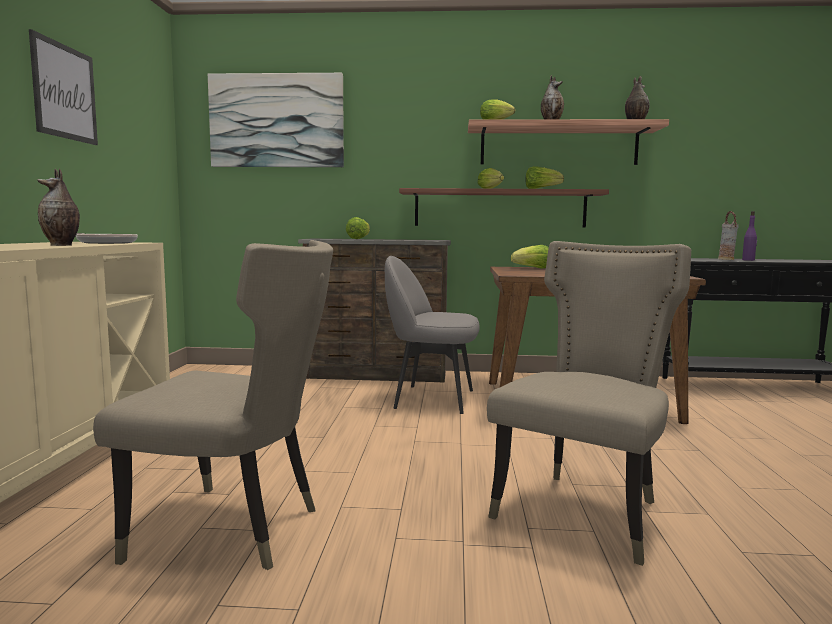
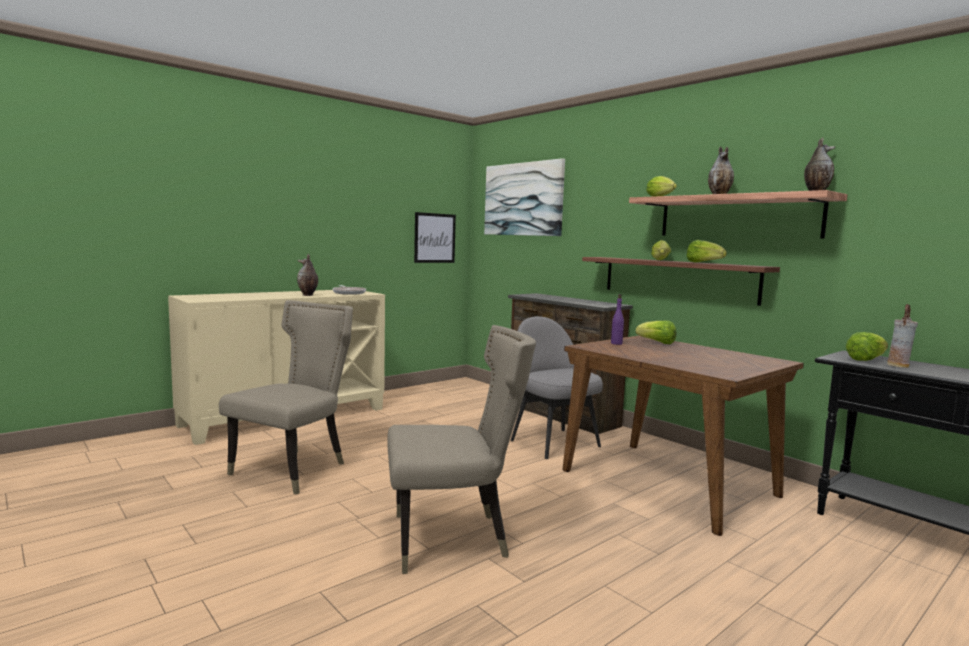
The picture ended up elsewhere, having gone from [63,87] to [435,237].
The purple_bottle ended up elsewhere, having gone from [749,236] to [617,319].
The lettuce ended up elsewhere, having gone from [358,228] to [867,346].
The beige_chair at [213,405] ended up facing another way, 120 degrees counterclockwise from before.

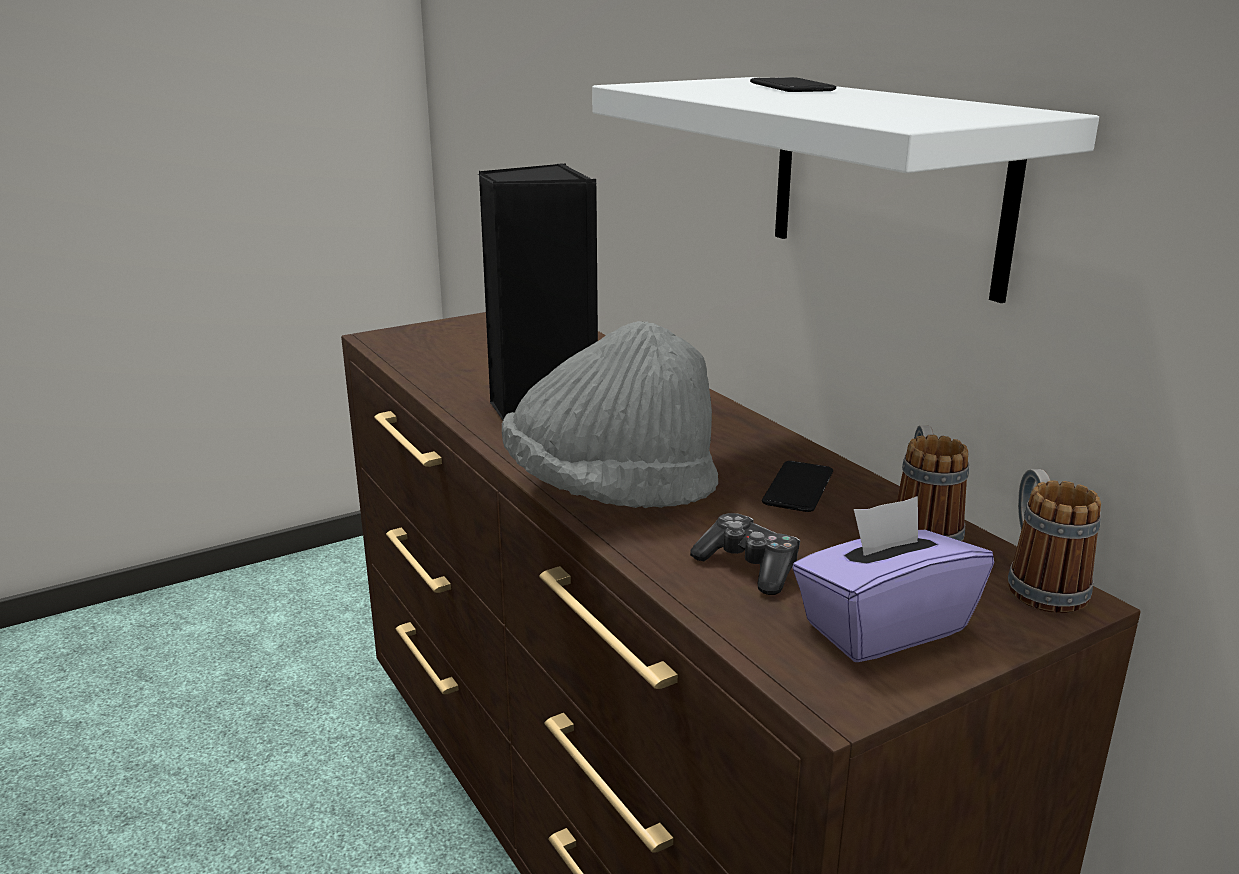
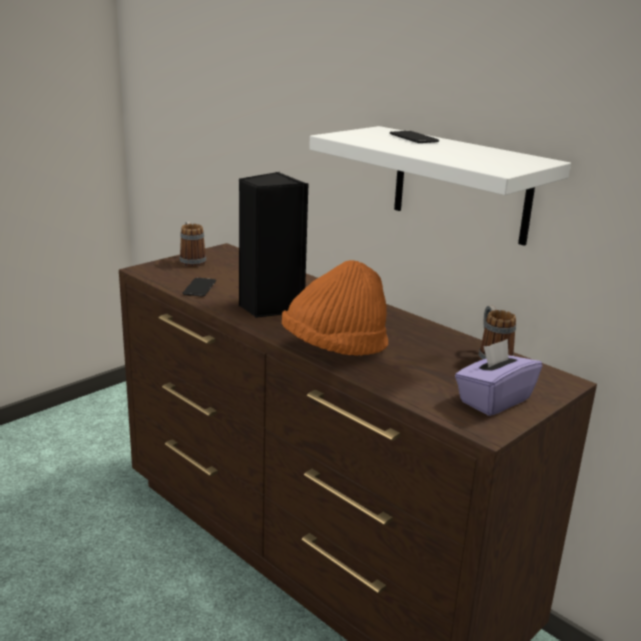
What was the grey_hat at [610,414] turned into the orange_hat at [335,308].
The phone ended up elsewhere, having gone from [797,486] to [199,287].
The mug ended up elsewhere, having gone from [1054,541] to [192,244].
The second view lost the game_controller at [745,554].

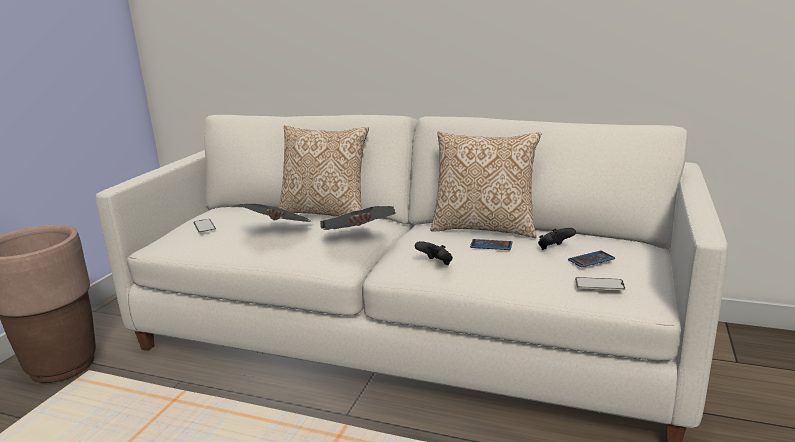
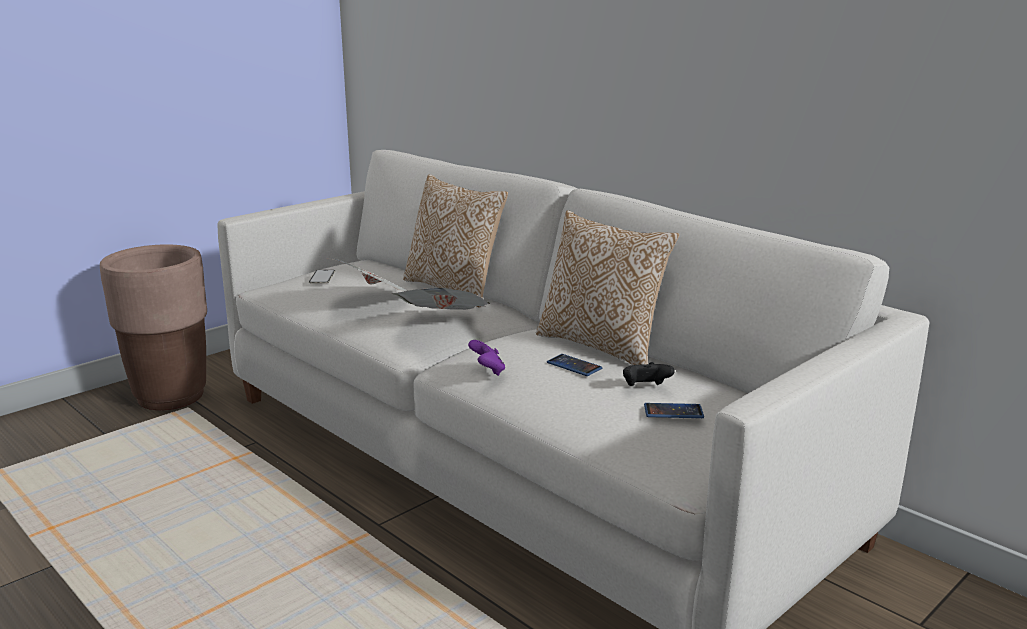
What was the black_game_controller at [434,253] turned into the purple_game_controller at [486,358].
The second view lost the phone at [600,283].

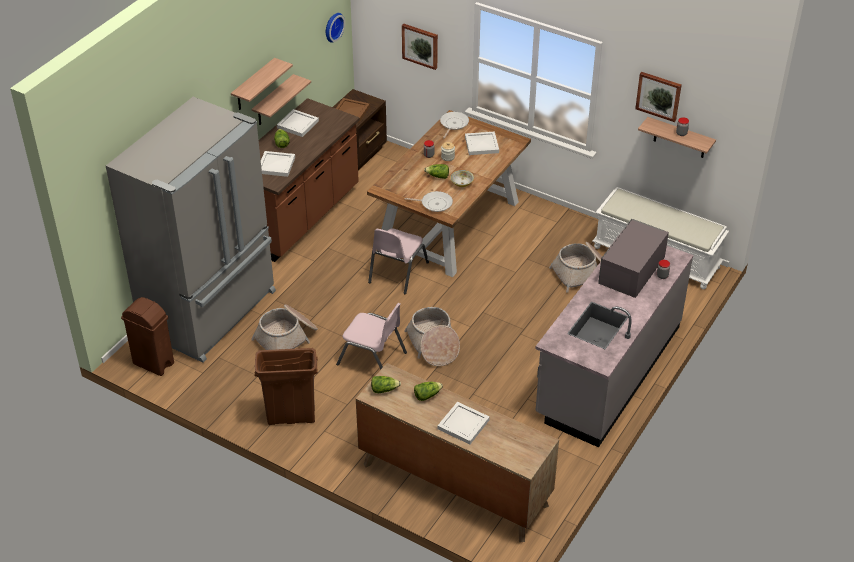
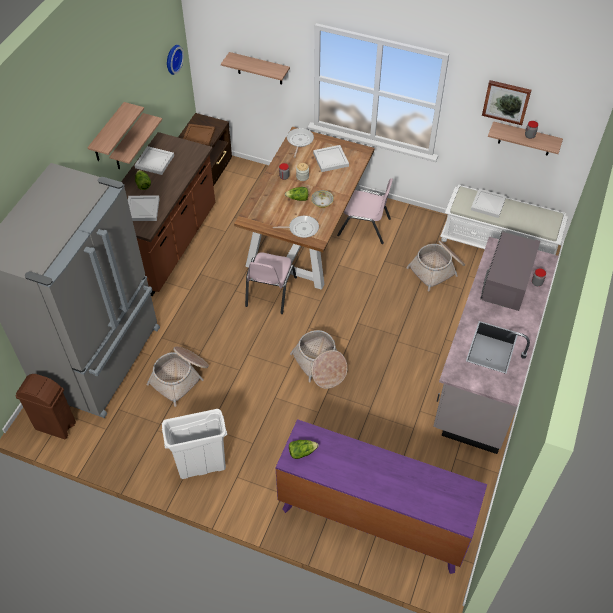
Where the picture hung at [420,47], the shelf came to hang at [255,68].
The pink_chair ended up elsewhere, having gone from [371,336] to [365,211].
What was the brown_trash_can at [286,386] turned into the white_trash_can at [195,444].
What was the brown_dresser at [457,452] turned into the purple_dresser at [381,496].
The second view lost the lettuce at [428,391].
The white_tray ended up elsewhere, having gone from [464,423] to [488,203].

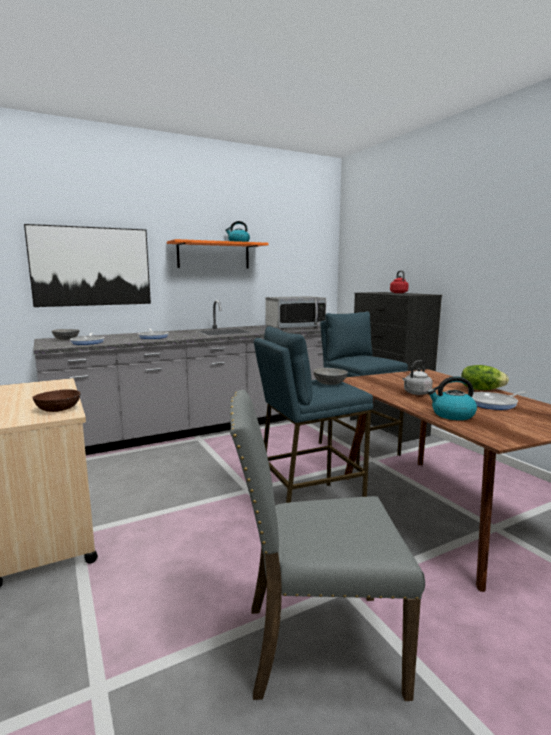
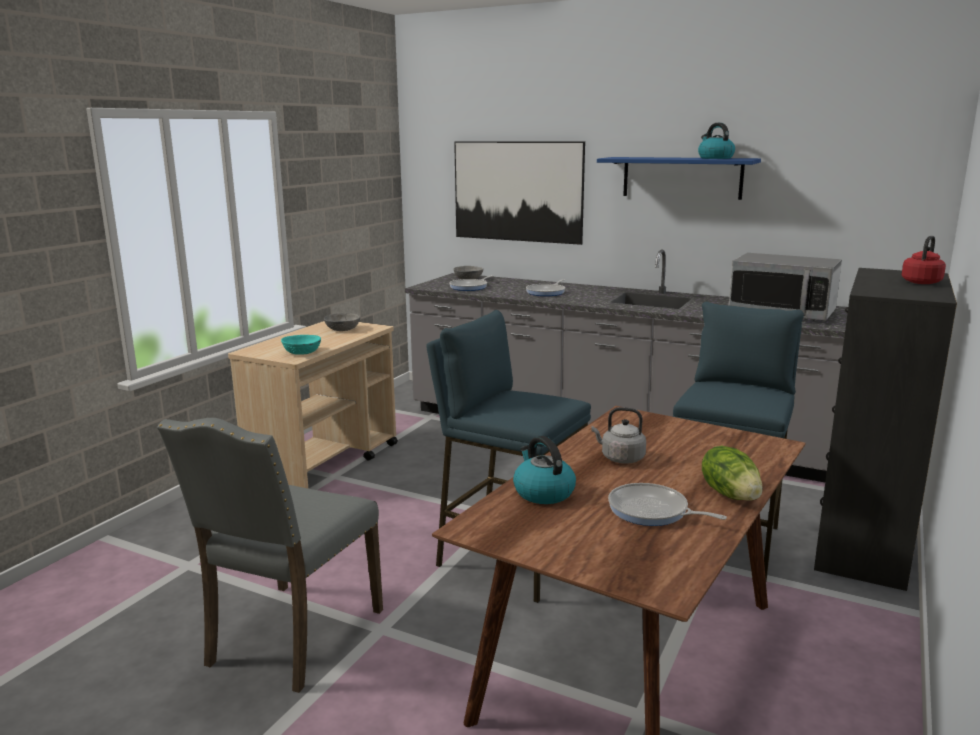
What was the orange_shelf at [218,253] turned into the blue_shelf at [679,178].
The grey_bowl ended up elsewhere, having gone from [330,376] to [342,322].
What was the brown_bowl at [56,400] turned into the turquoise_bowl at [301,345].
The grey_chair at [327,545] ended up facing another way, 120 degrees counterclockwise from before.

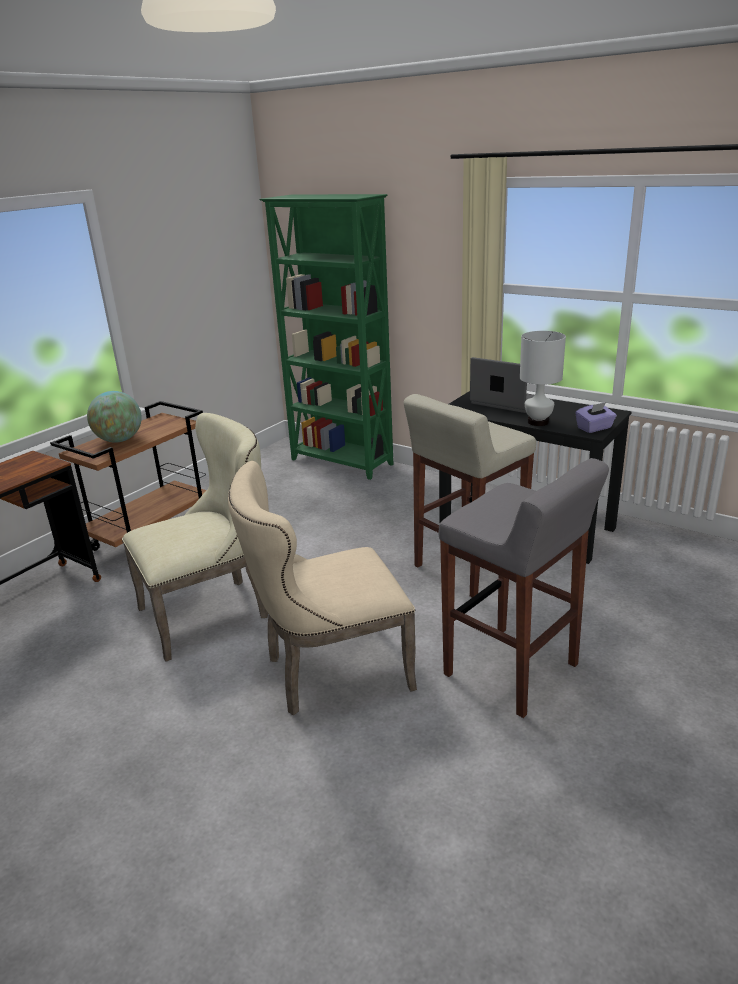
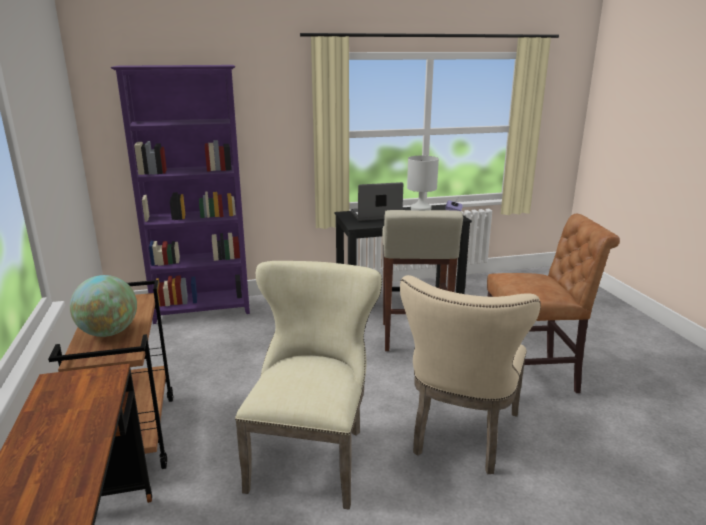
What was the green_bookcase at [326,337] turned into the purple_bookcase at [180,194].
Where the grey_stool stood at [524,588], the brown_chair came to stand at [553,303].

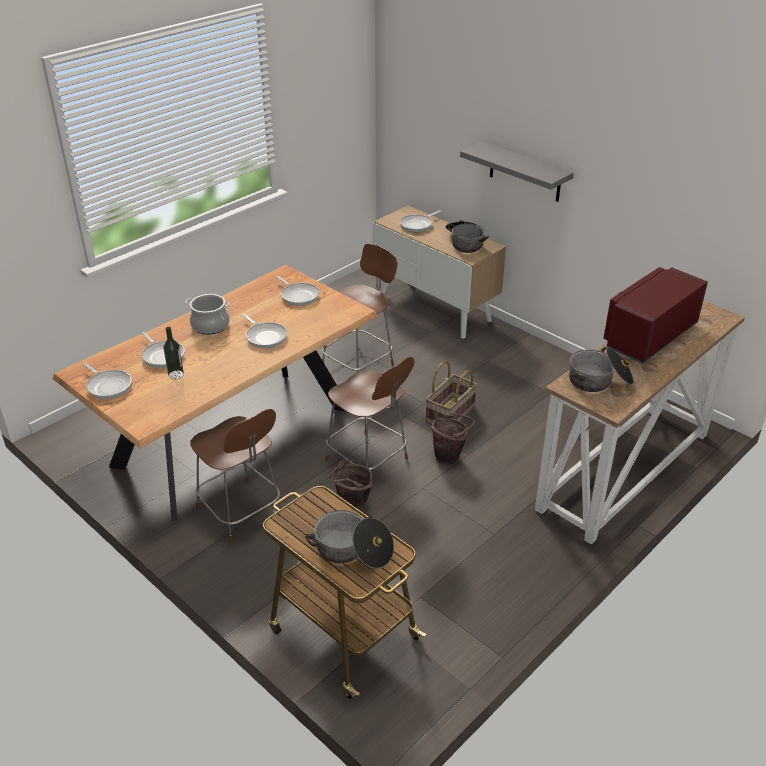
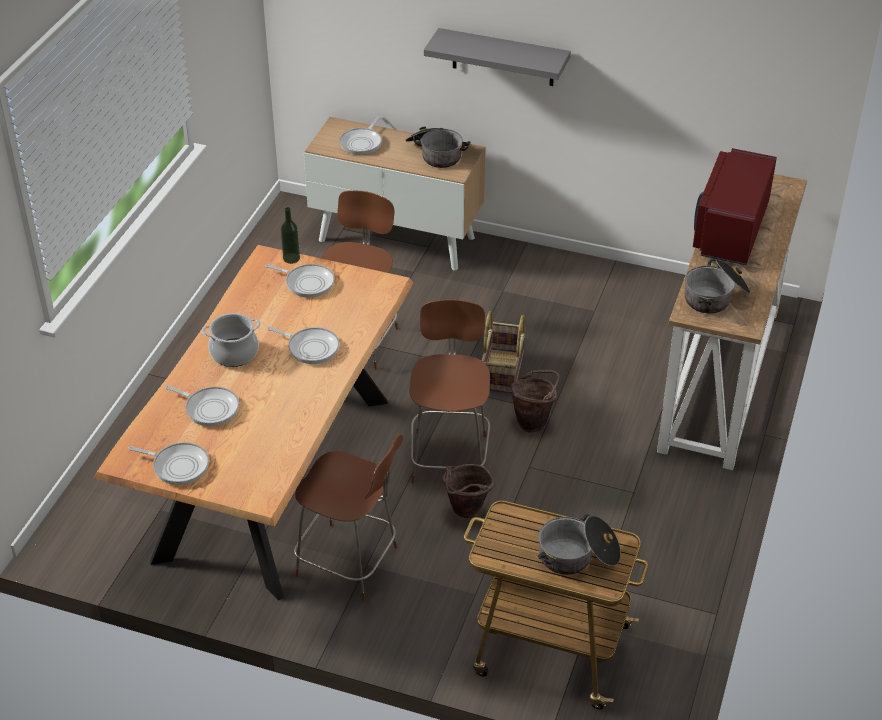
The bottle ended up elsewhere, having gone from [174,353] to [290,235].
The brown_chair at [370,413] ended up facing another way, 105 degrees counterclockwise from before.

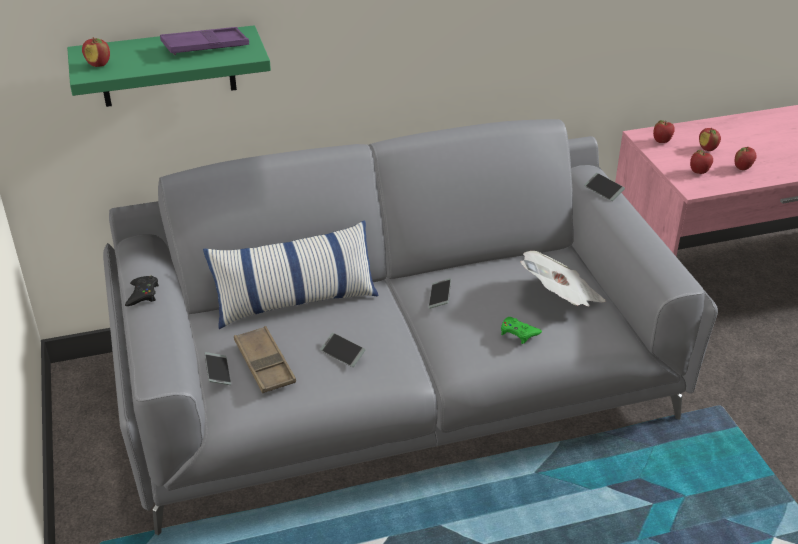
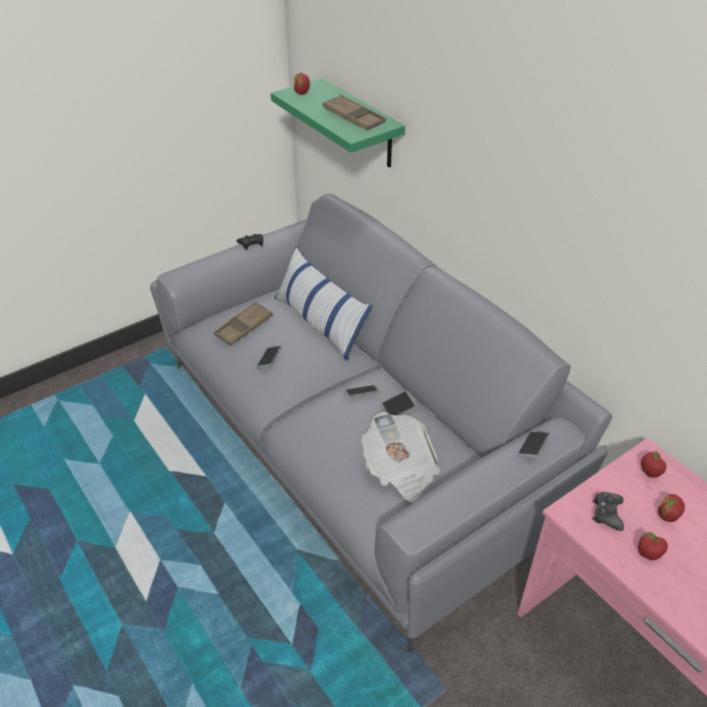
What was the purple_tray at [204,41] turned into the brown_tray at [354,112].
Where the apple stood at [701,162], the black_game_controller came to stand at [608,511].
The second view lost the green_game_controller at [521,330].
The phone ended up elsewhere, having gone from [218,368] to [398,402].

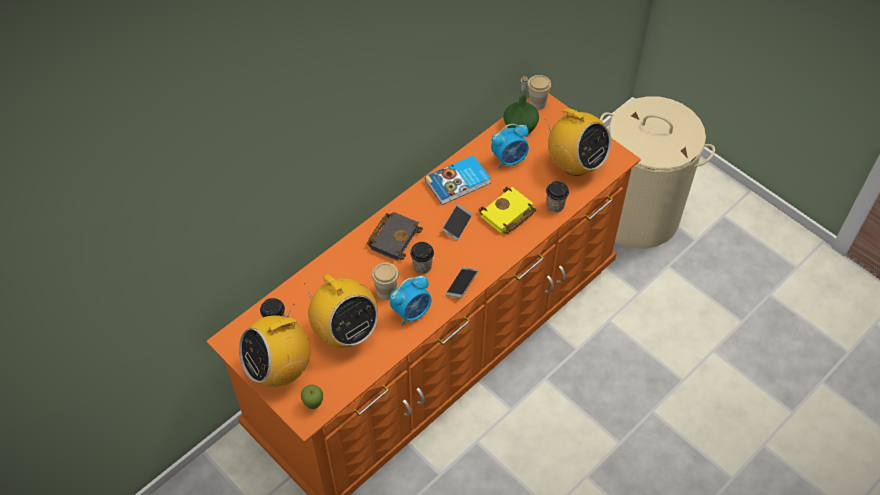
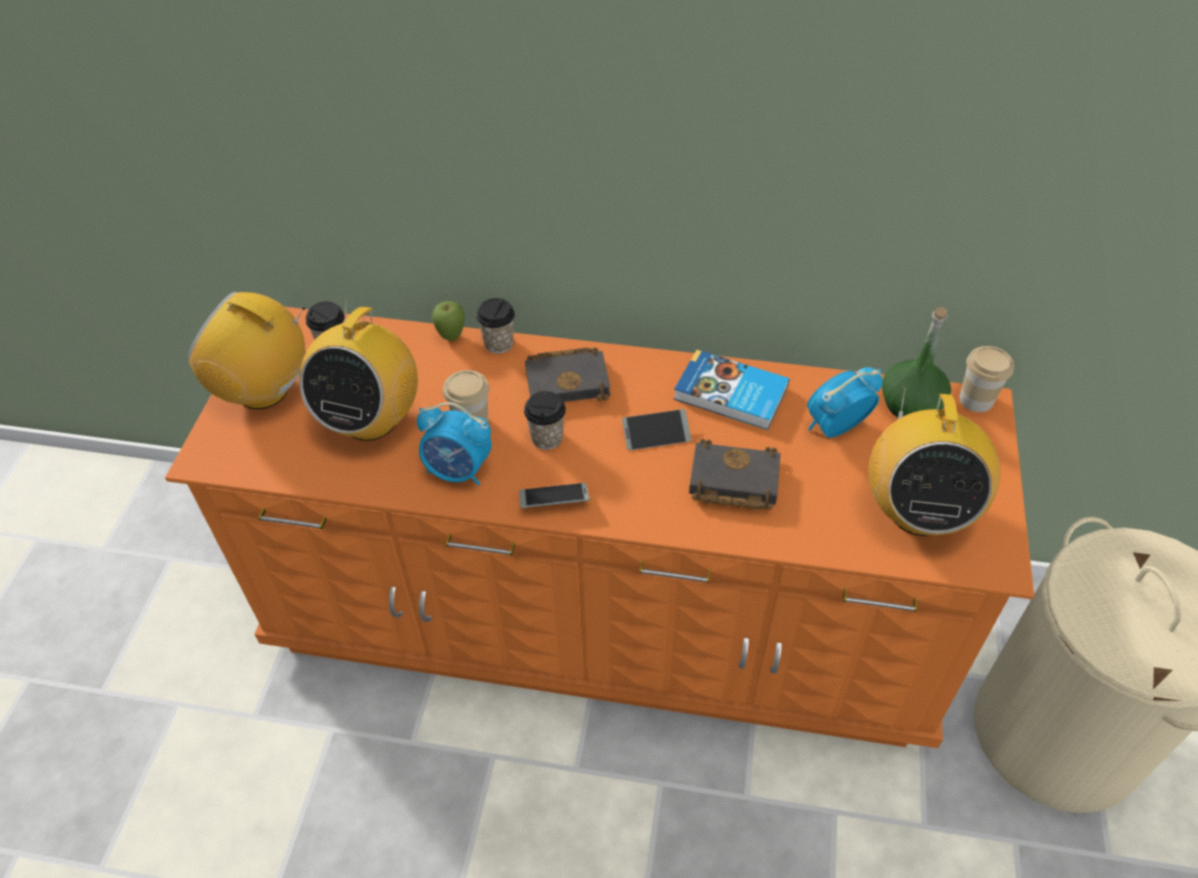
The alarm_clock at [510,146] ended up facing another way, 120 degrees clockwise from before.
The cup ended up elsewhere, having gone from [557,197] to [495,326].
What was the yellow_book at [507,210] turned into the black_book at [735,474].
The apple ended up elsewhere, having gone from [312,397] to [448,321].

